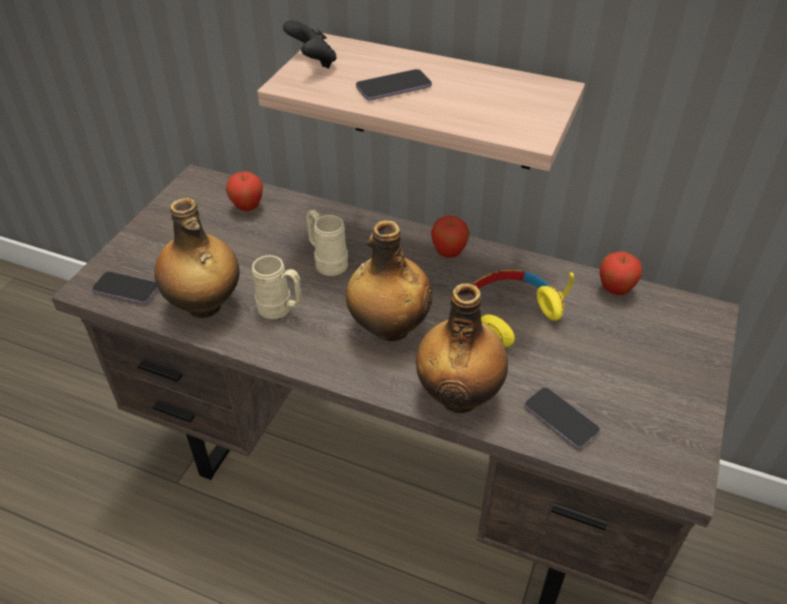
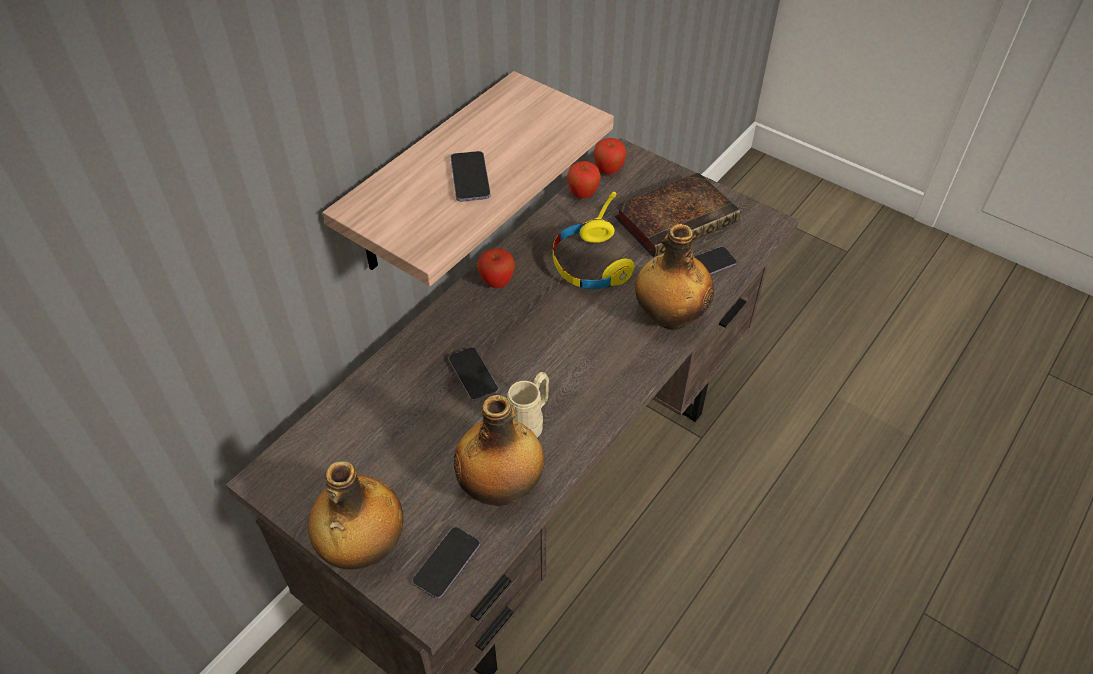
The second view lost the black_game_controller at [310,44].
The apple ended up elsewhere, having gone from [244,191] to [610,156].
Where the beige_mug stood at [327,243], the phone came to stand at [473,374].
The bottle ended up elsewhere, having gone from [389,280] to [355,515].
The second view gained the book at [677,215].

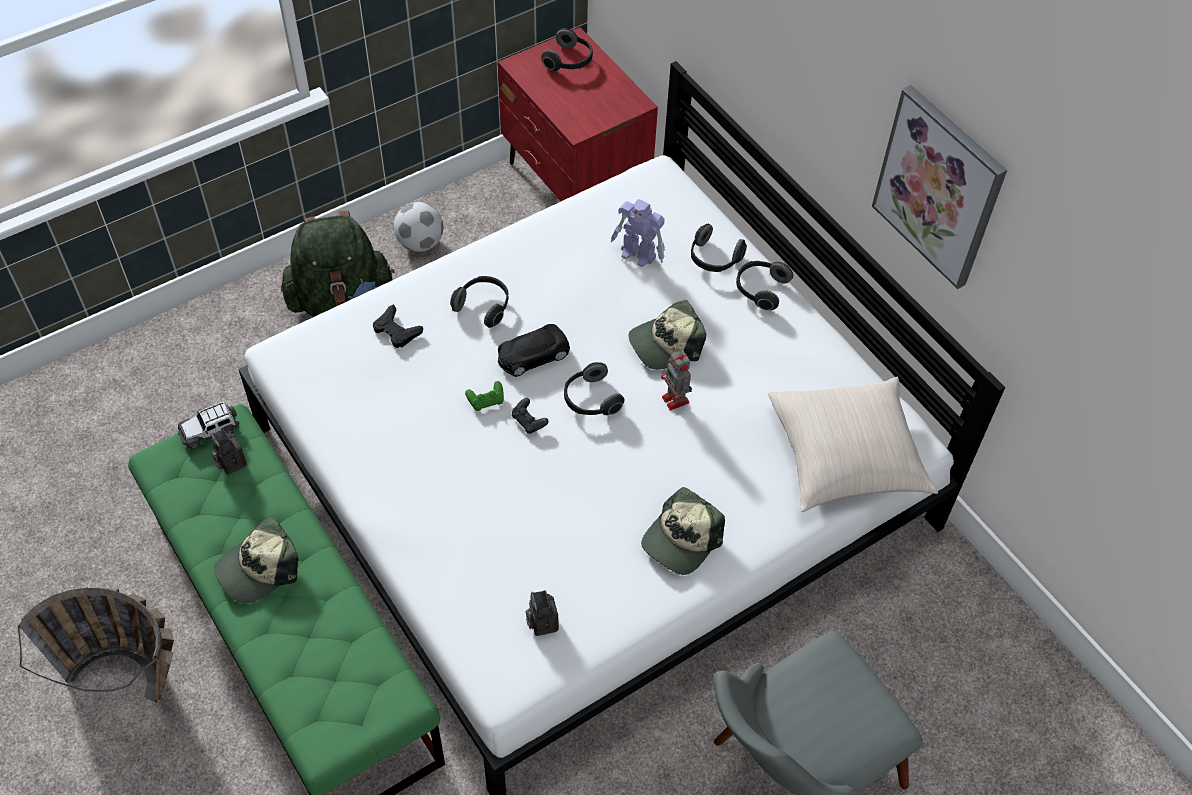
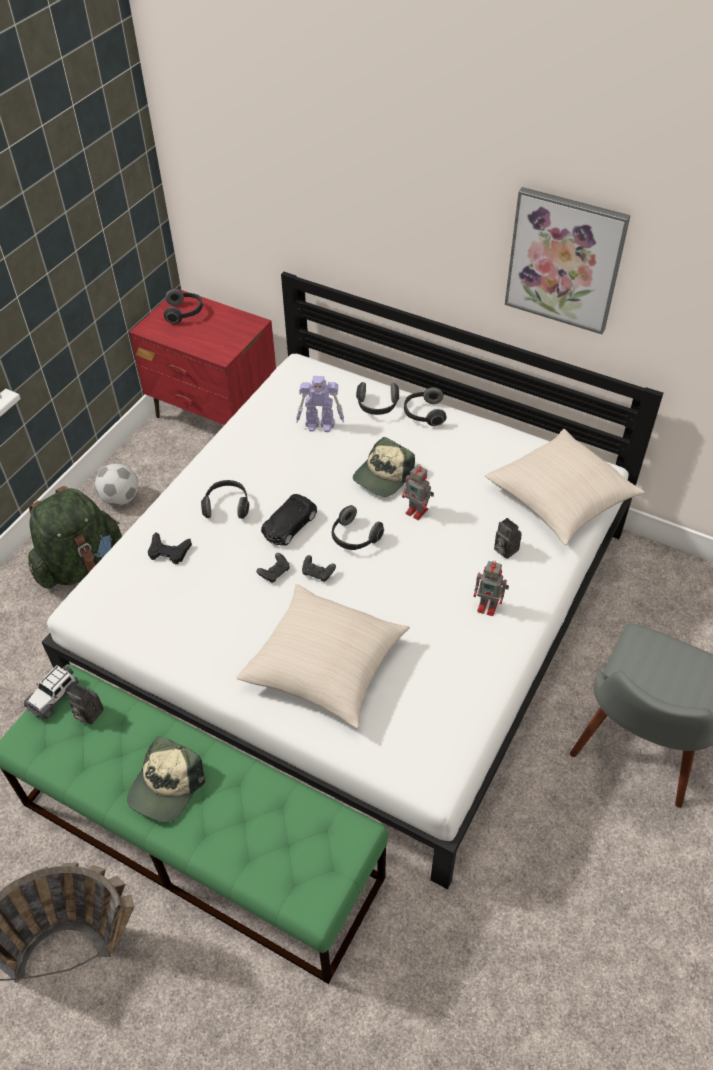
What was the green_game_controller at [484,396] turned into the black_game_controller at [273,568].
Where the cap stood at [683,531], the toy_robot came to stand at [491,588].
The photo_camera ended up elsewhere, having gone from [542,613] to [508,538].
The second view gained the beige_pillow at [323,656].

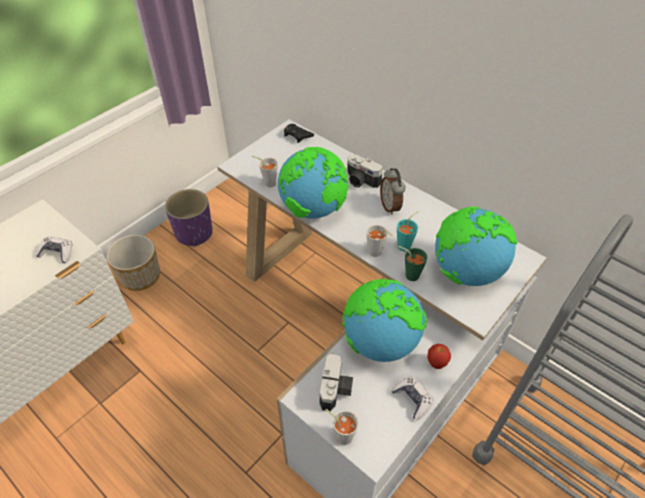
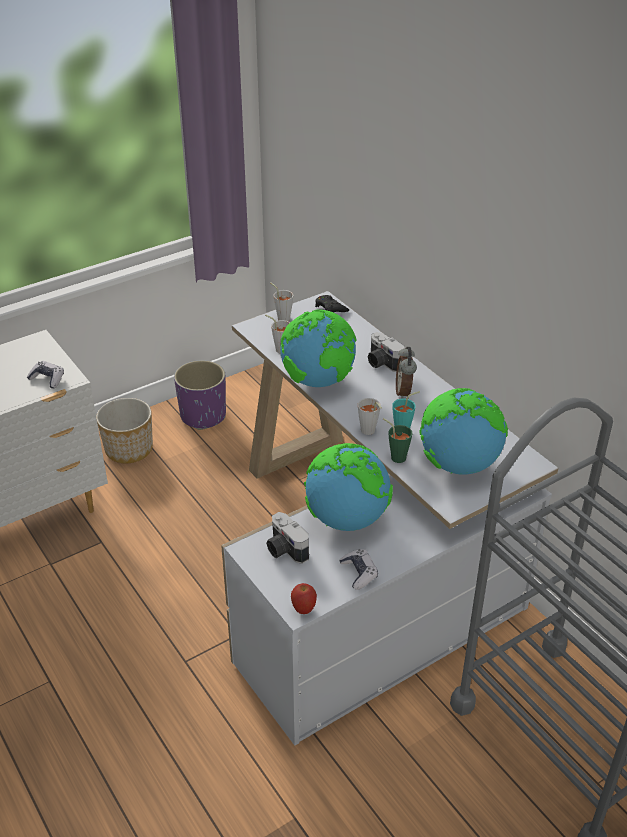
The apple ended up elsewhere, having gone from [439,356] to [304,598].
The photo_camera at [336,382] ended up facing another way, 120 degrees clockwise from before.
The grey_cup ended up elsewhere, having gone from [342,427] to [281,302].

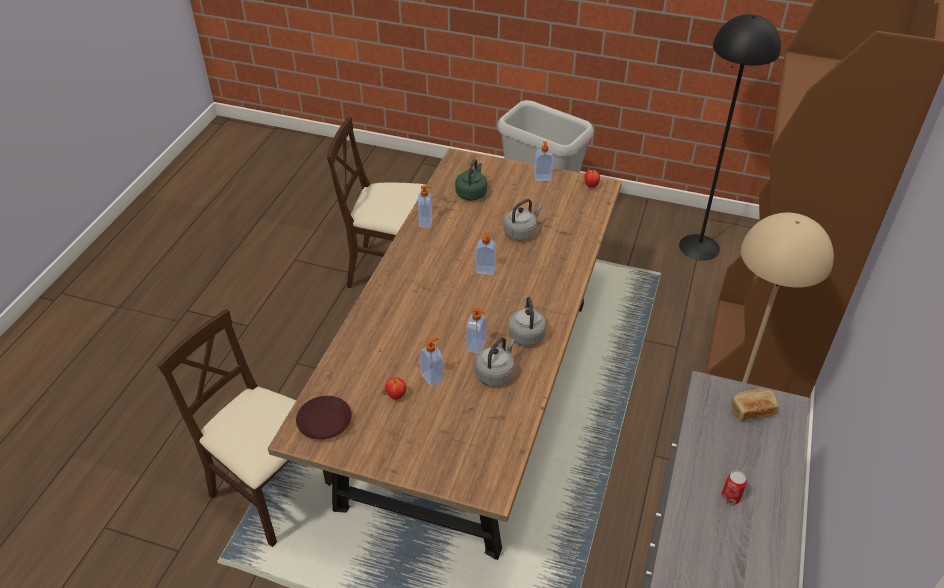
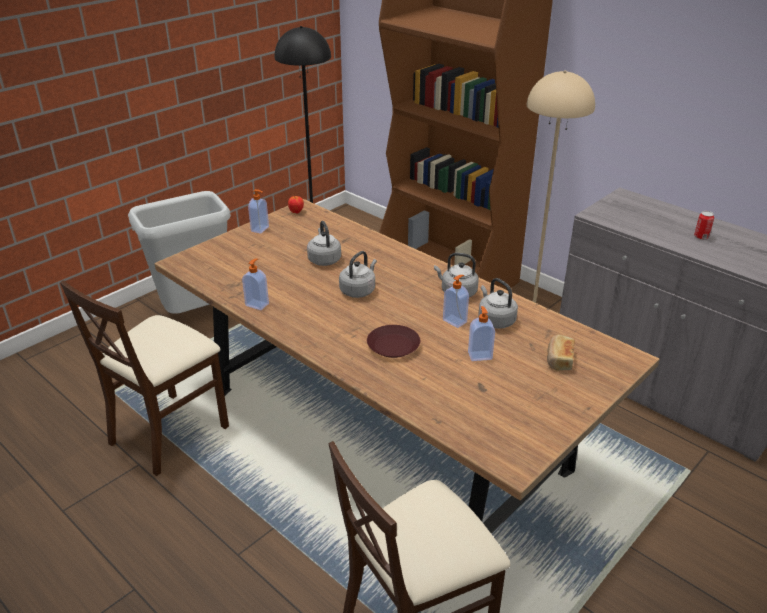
The second view lost the green_kettle at [471,180].
Where the soap_dispenser stood at [486,253], the grey_kettle came to stand at [358,274].
The second view lost the apple at [395,388].
The bread ended up elsewhere, having gone from [754,405] to [561,353].
The brown_plate ended up elsewhere, having gone from [324,418] to [393,341].

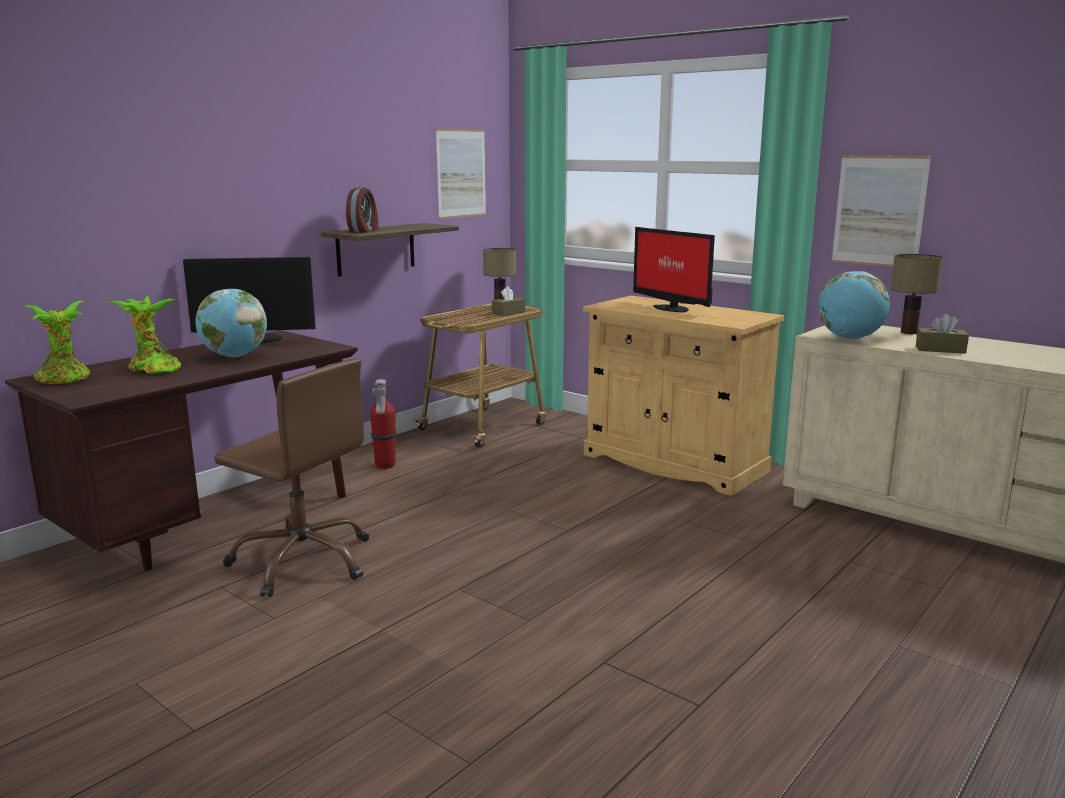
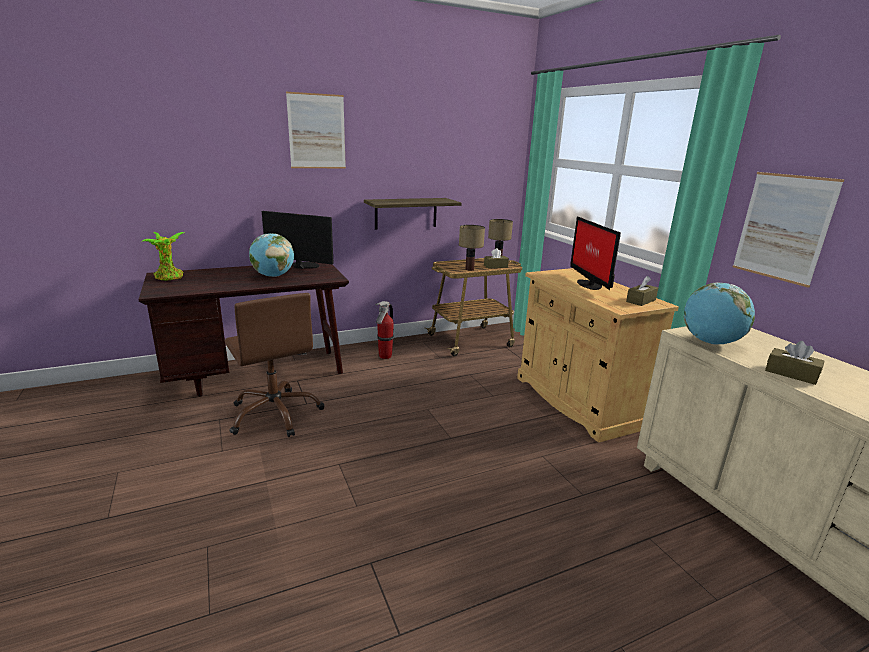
The picture ended up elsewhere, having gone from [461,174] to [316,130].
The second view lost the alarm_clock at [362,209].
The table_lamp ended up elsewhere, having gone from [916,294] to [472,248].
The second view lost the potted_plant at [145,335].
The second view gained the brown_tissue_box at [642,291].

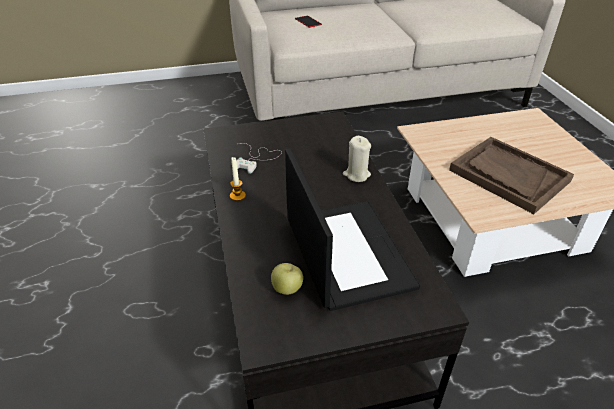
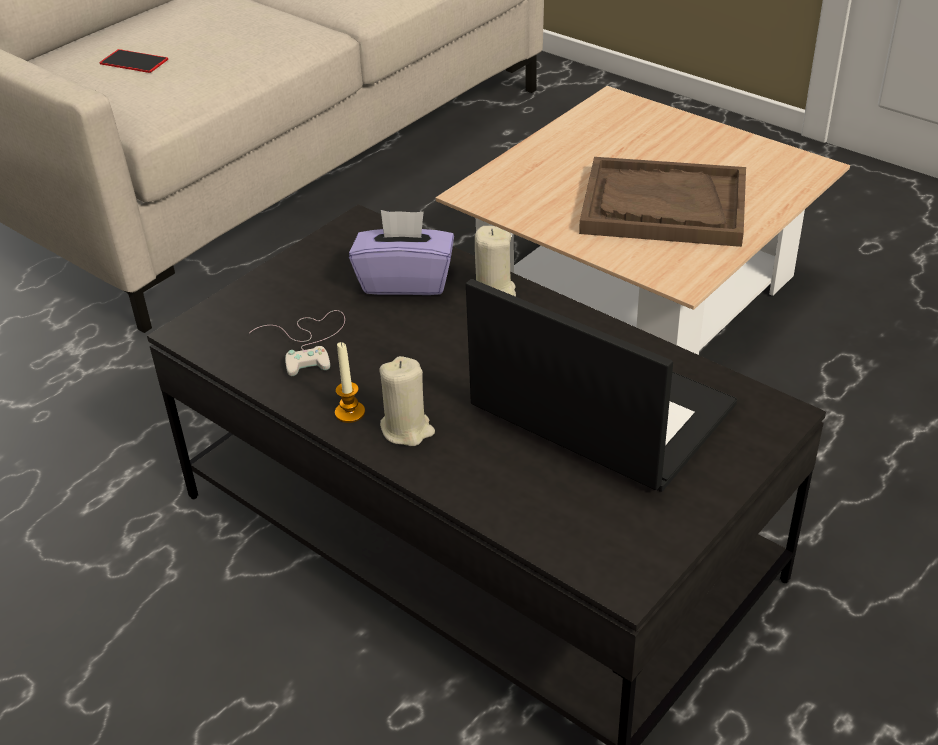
The second view lost the apple at [287,279].
The second view gained the purple_tissue_box at [401,252].
The second view gained the beige_candle at [407,401].

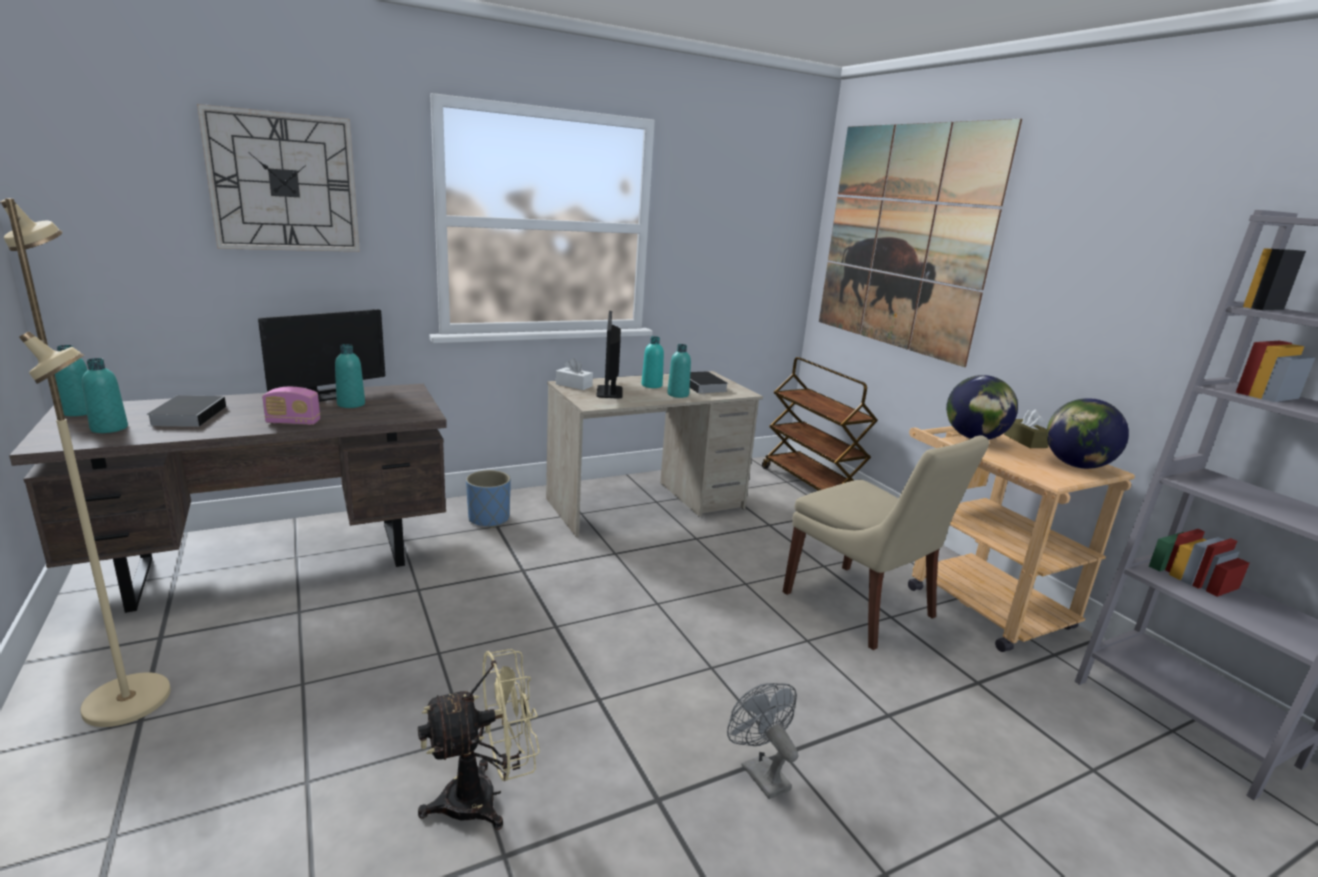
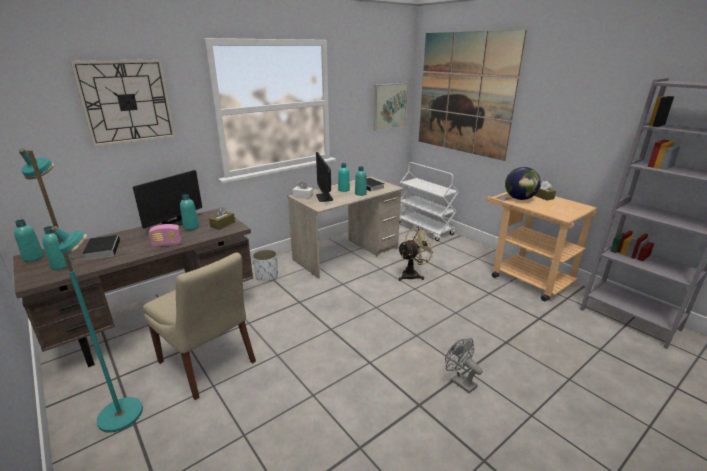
What was the beige_floor_lamp at [85,462] turned into the turquoise_floor_lamp at [81,290].
What was the brown_cart at [820,424] turned into the white_cart at [429,201].
The second view lost the globe at [1088,433].
The beige_chair ended up elsewhere, having gone from [886,542] to [199,326].
What was the blue_planter at [488,499] turned into the white_planter at [265,265].
The beige_fan ended up elsewhere, having gone from [479,739] to [417,254].
The second view gained the picture at [391,107].
The second view gained the brown_tissue_box at [222,218].

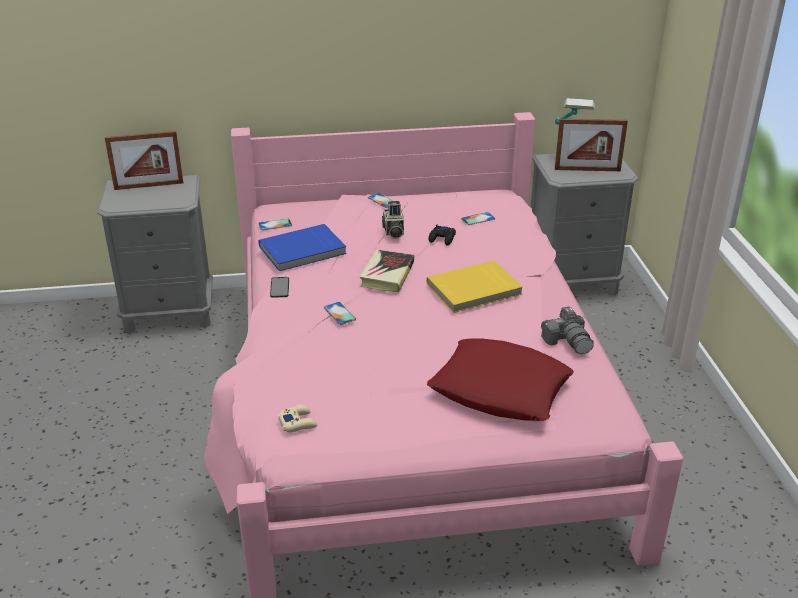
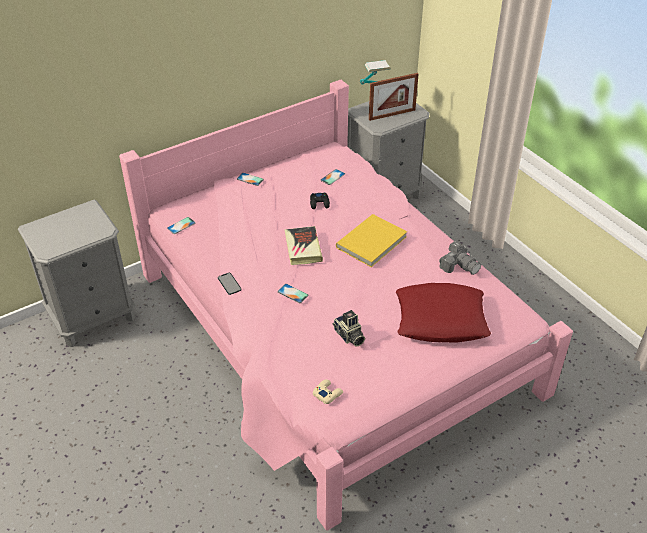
The second view lost the picture_frame at [144,160].
The photo_camera ended up elsewhere, having gone from [393,220] to [348,328].
The second view lost the blue_book at [303,247].

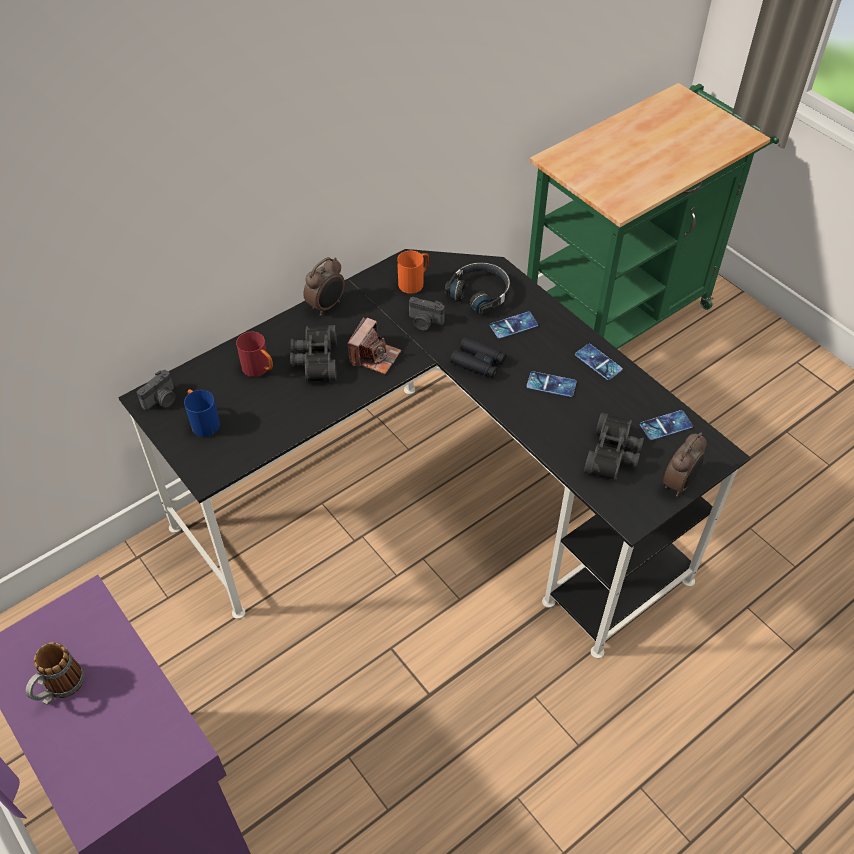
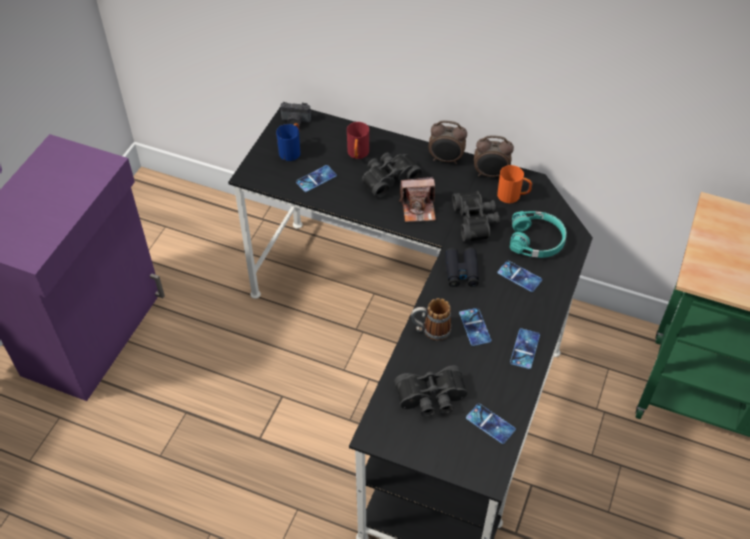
What was the black_headphones at [477,288] turned into the turquoise_headphones at [538,234].
Where the photo_camera stood at [427,314], the black_binoculars came to stand at [476,216].
The alarm_clock ended up elsewhere, having gone from [685,464] to [494,156].
The mug ended up elsewhere, having gone from [55,673] to [431,319].
The second view gained the phone at [316,178].

